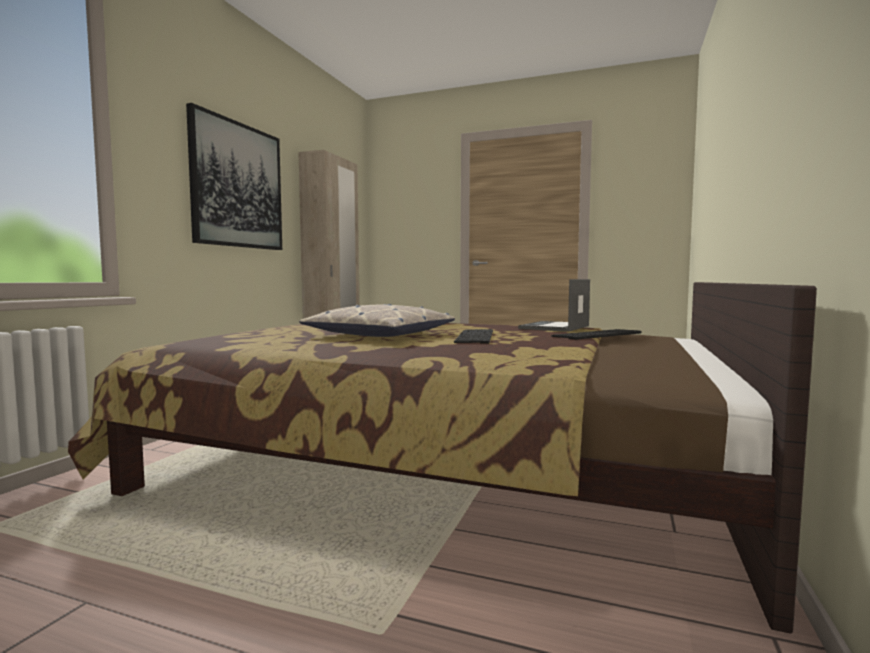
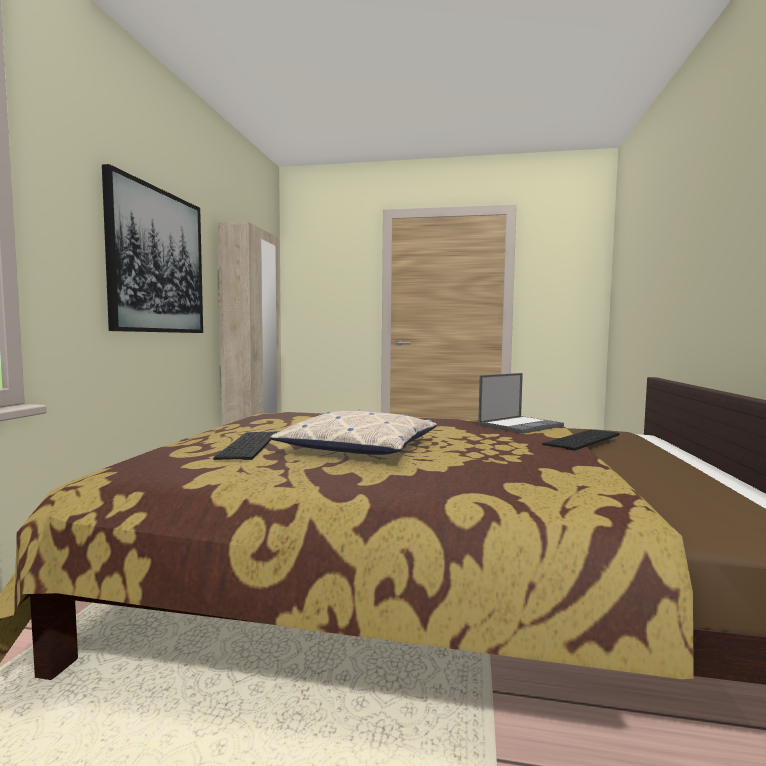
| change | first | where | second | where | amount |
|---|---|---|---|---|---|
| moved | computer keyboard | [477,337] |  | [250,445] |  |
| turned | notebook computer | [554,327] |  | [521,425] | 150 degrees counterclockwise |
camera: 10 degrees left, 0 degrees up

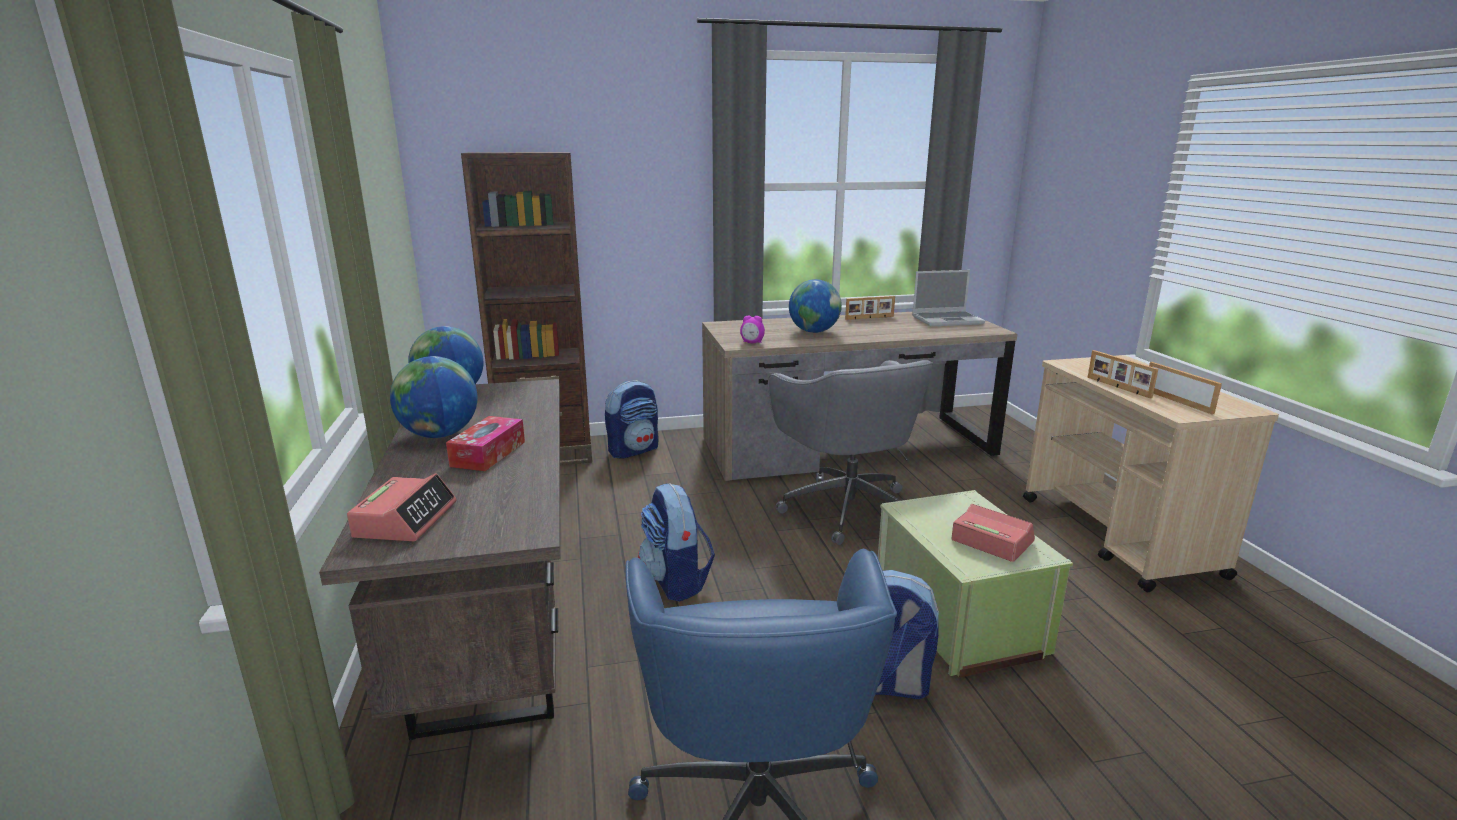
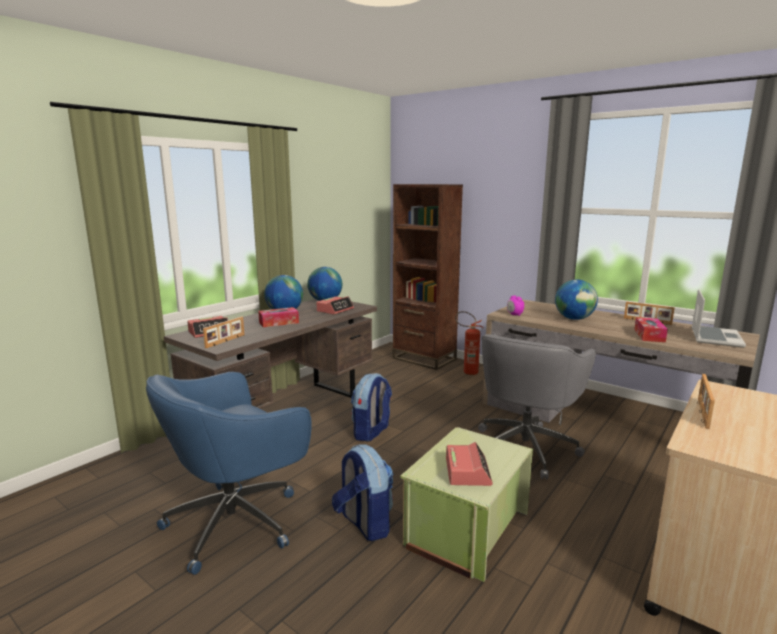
| change | first | where | second | where | amount |
|---|---|---|---|---|---|
| replaced | backpack | [634,450] | fire-fighting cylinder | [467,372] |  |
| turned | notebook computer | [947,320] |  | [715,337] | 105 degrees counterclockwise |
| moved | photo frame | [1178,401] |  | [226,341] |  |
| added |  |  | bedside clock | [335,310] |  |
| added |  |  | tissue holder | [649,335] |  |
camera: 50 degrees right, 5 degrees down

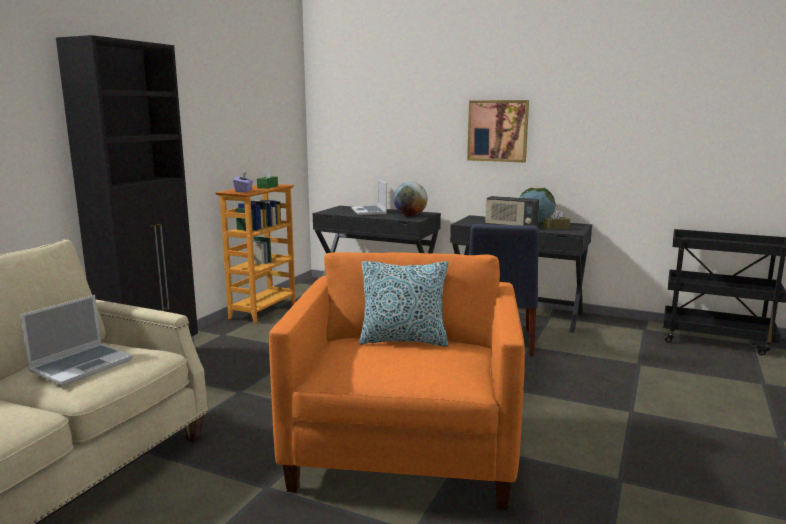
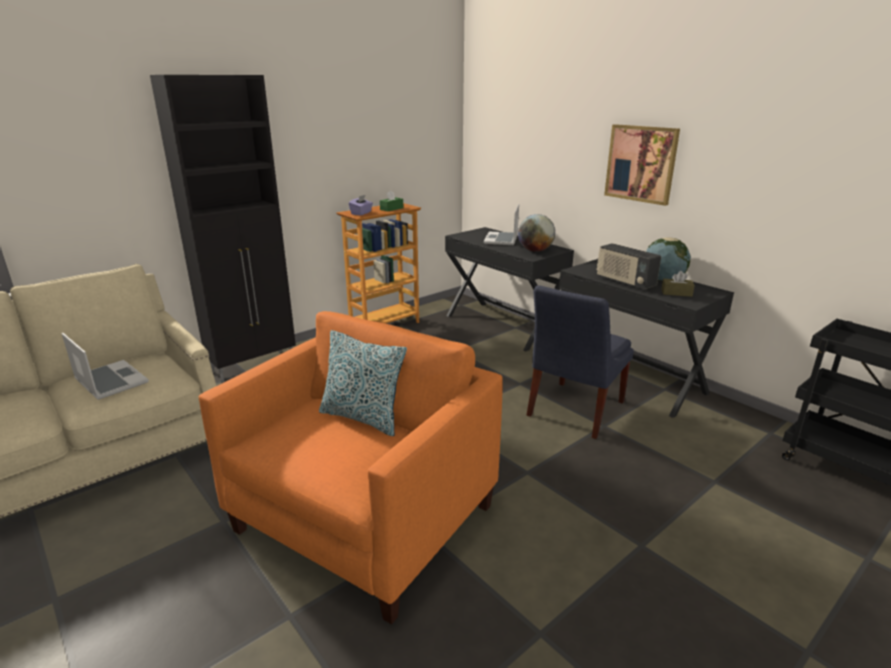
| change | first | where | second | where | amount |
|---|---|---|---|---|---|
| turned | notebook computer | [82,365] |  | [109,381] | 105 degrees counterclockwise |
camera: 25 degrees right, 10 degrees up

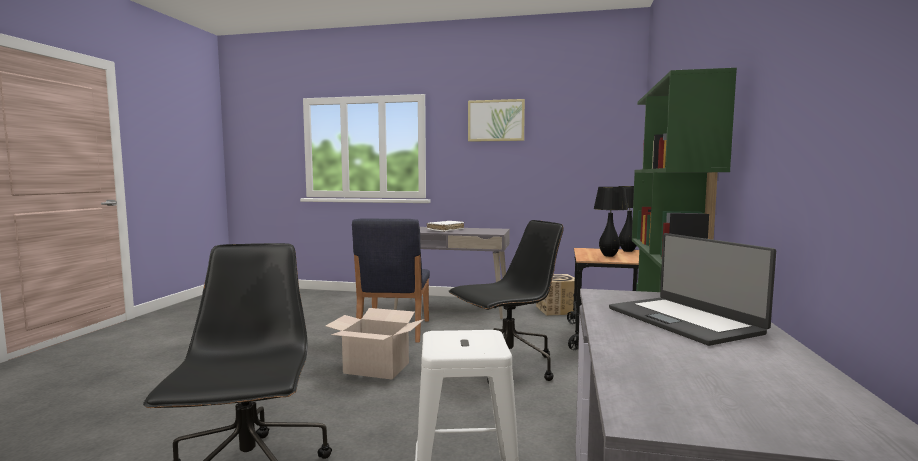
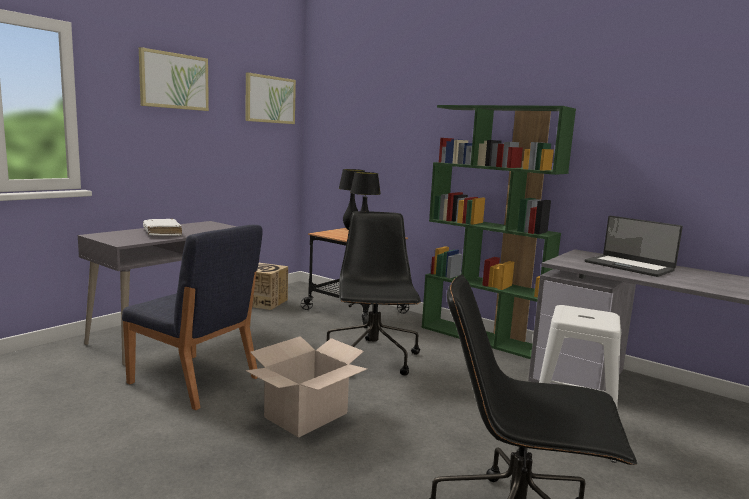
| change | first | where | second | where | amount |
|---|---|---|---|---|---|
| turned | notebook computer | [684,320] |  | [629,266] | 45 degrees clockwise |
| added |  |  | picture | [270,99] |  |
camera: 65 degrees left, 5 degrees up

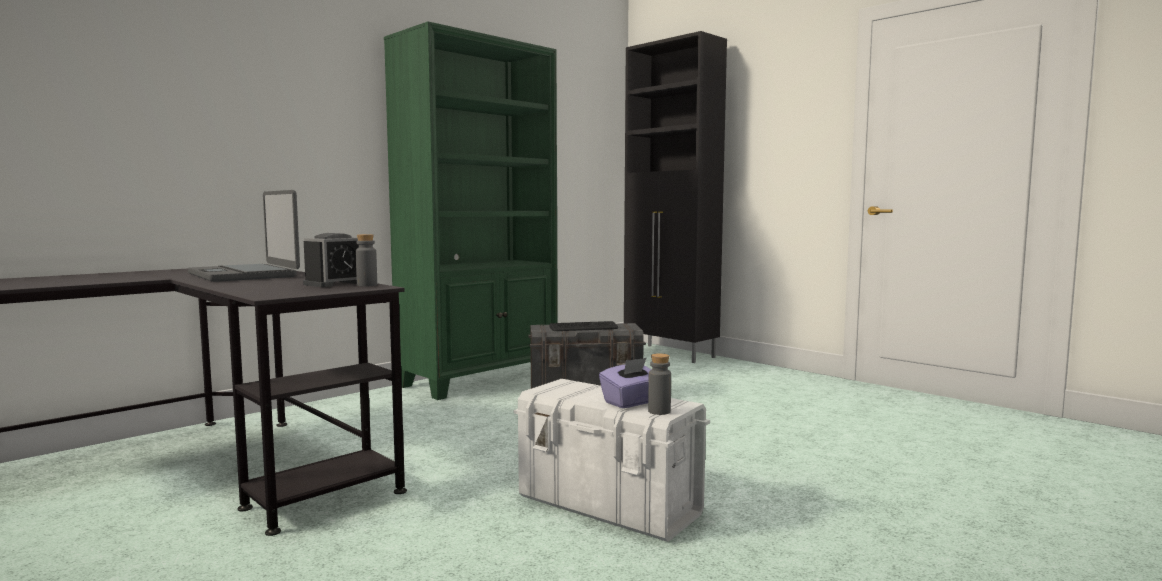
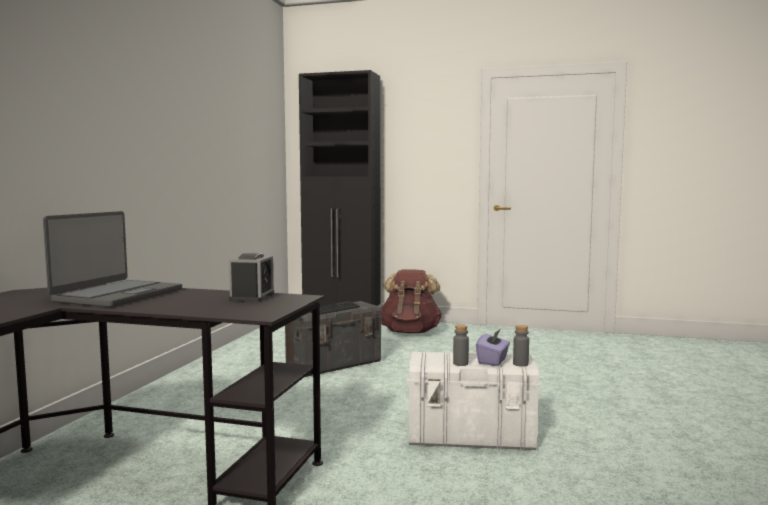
| change | first | where | second | where | amount |
|---|---|---|---|---|---|
| turned | notebook computer | [244,275] |  | [117,295] | 90 degrees counterclockwise |
| moved | greyish drink bottle | [367,285] |  | [460,363] |  |
| removed | greenish shelving unit | [480,380] |  |  |  |
| added |  |  | brown-coloured backpack | [410,332] |  |
camera: 30 degrees left, 0 degrees up

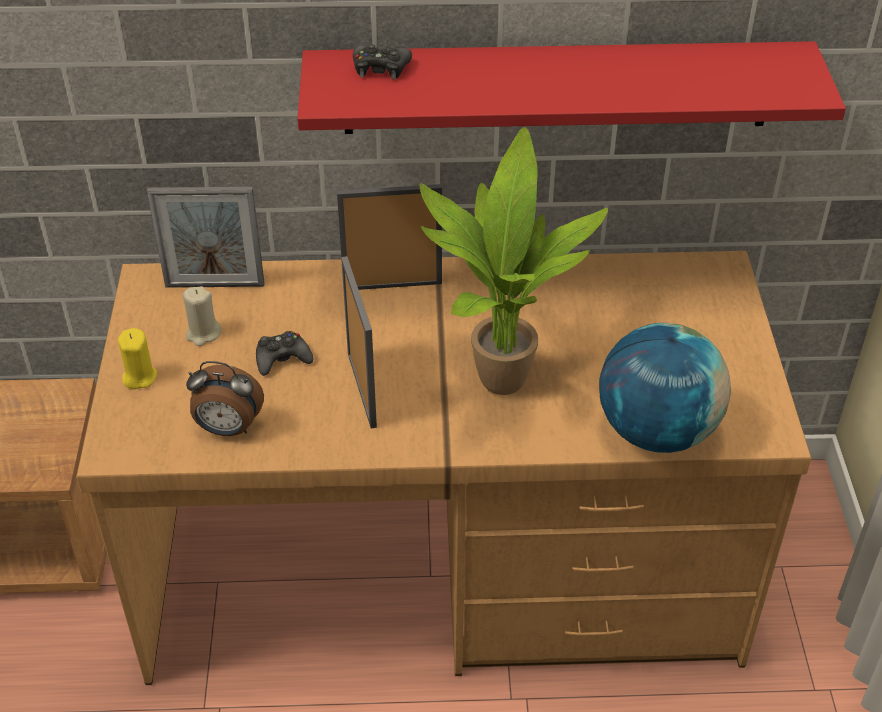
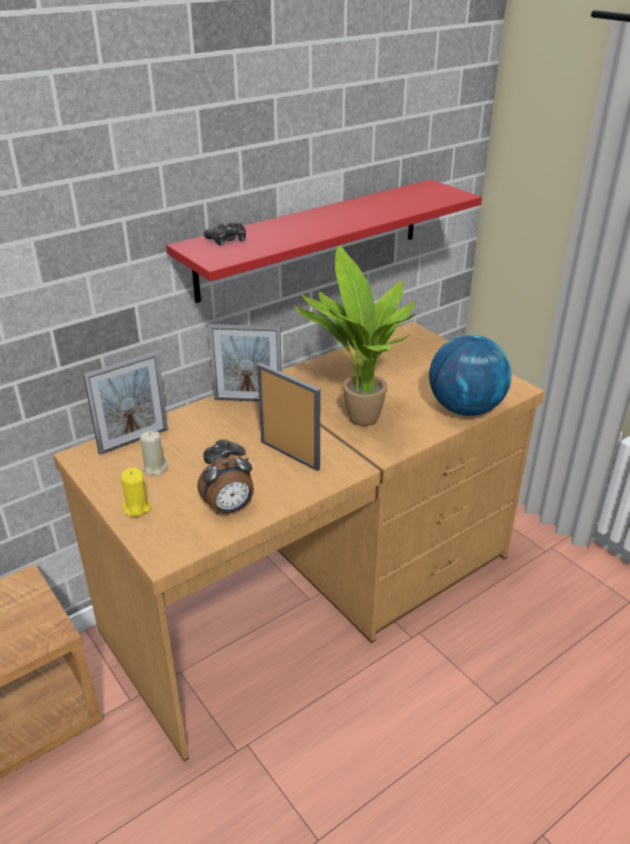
| change | first | where | second | where | amount |
|---|---|---|---|---|---|
| turned | photo frame | [392,285] |  | [248,400] | 135 degrees counterclockwise |
camera: 35 degrees left, 10 degrees down

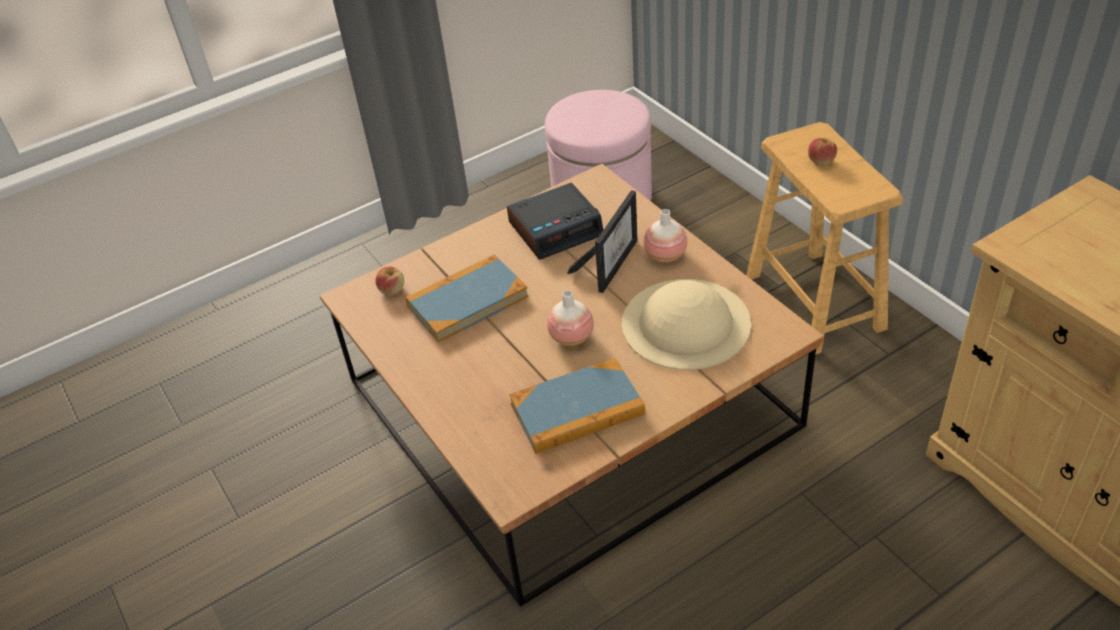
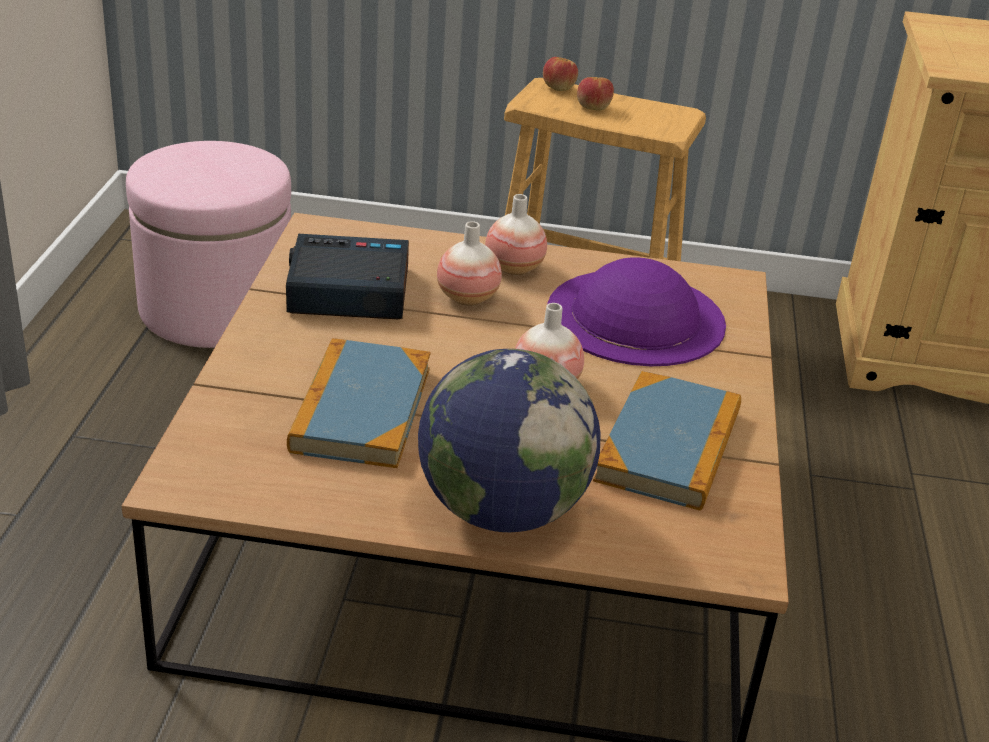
| change | first | where | second | where | amount |
|---|---|---|---|---|---|
| moved | apple fruit | [392,289] |  | [558,87] |  |
| turned | bedside clock | [556,228] |  | [347,292] | 105 degrees counterclockwise |
| replaced | photo frame | [611,262] | flower vase | [467,298] |  |
| recoloured | sand-coloured clothing hat | [685,323] | purple clothing hat | [635,316] |  |
| added |  |  | desk globe | [502,510] |  |
camera: 55 degrees left, 10 degrees down

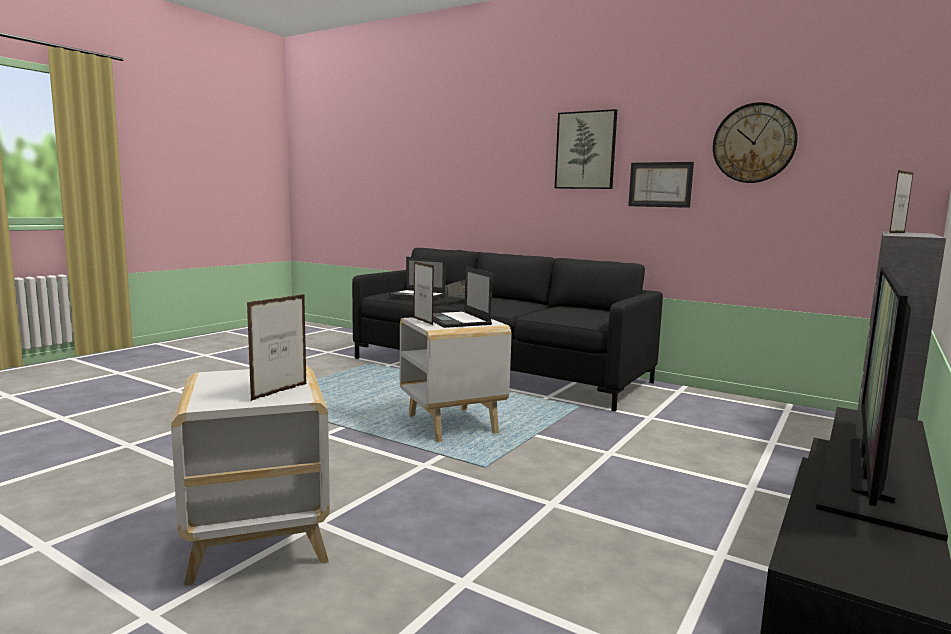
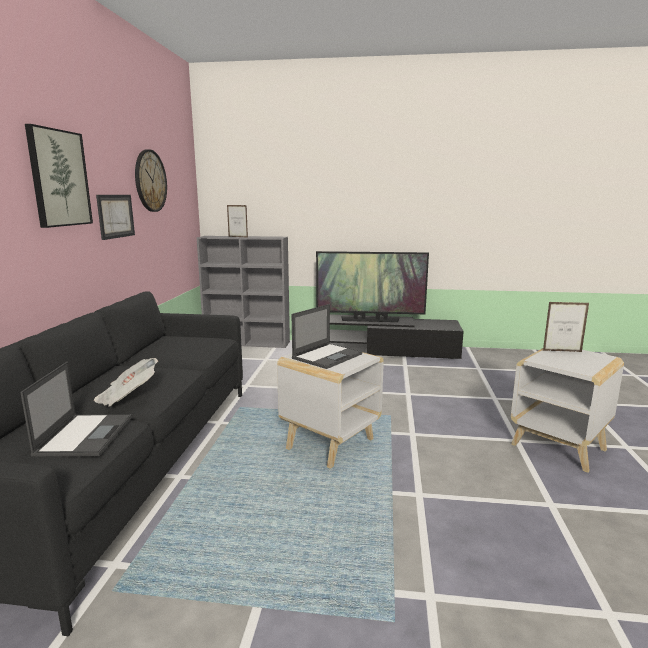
| change | first | where | second | where | amount |
|---|---|---|---|---|---|
| removed | photo frame | [423,321] |  |  |  |
camera: 115 degrees left, 5 degrees up

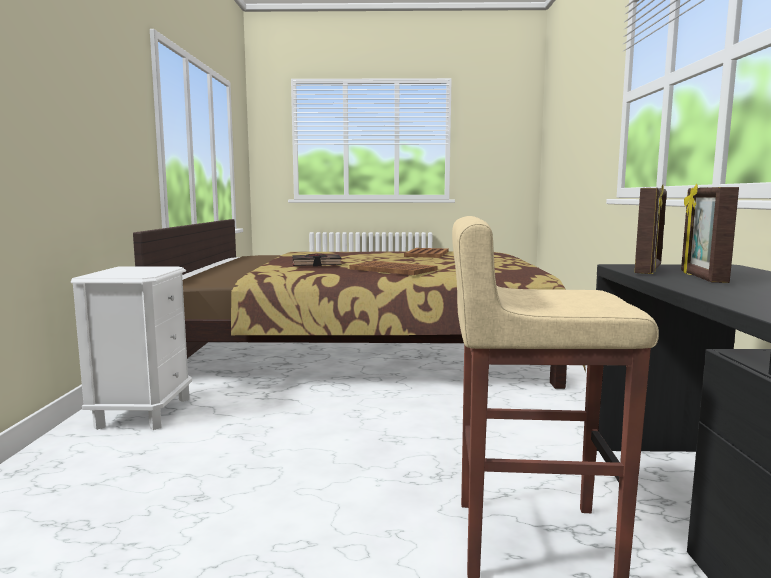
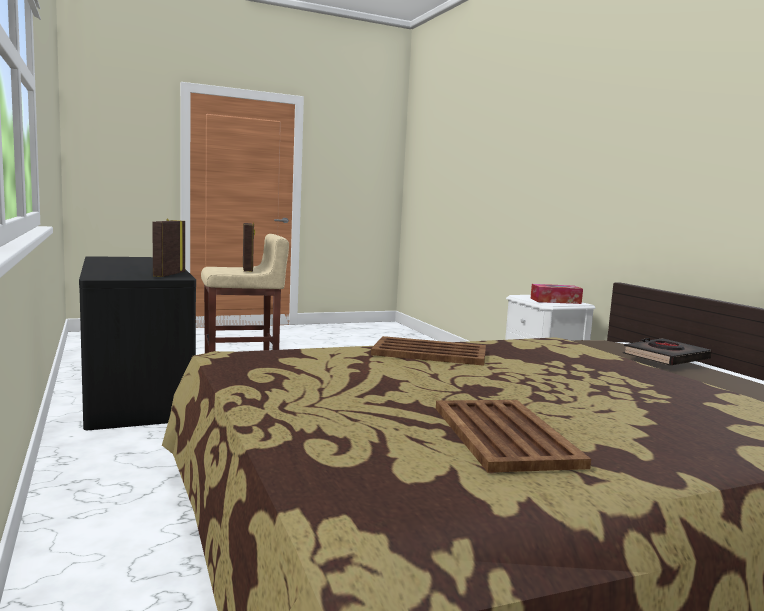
| change | first | where | second | where | amount |
|---|---|---|---|---|---|
| moved | blackish volume | [316,264] |  | [665,357] |  |
| moved | photo frame | [701,277] |  | [248,269] |  |
| added |  |  | tissue holder | [555,301] |  |
camera: 155 degrees right, 0 degrees up

